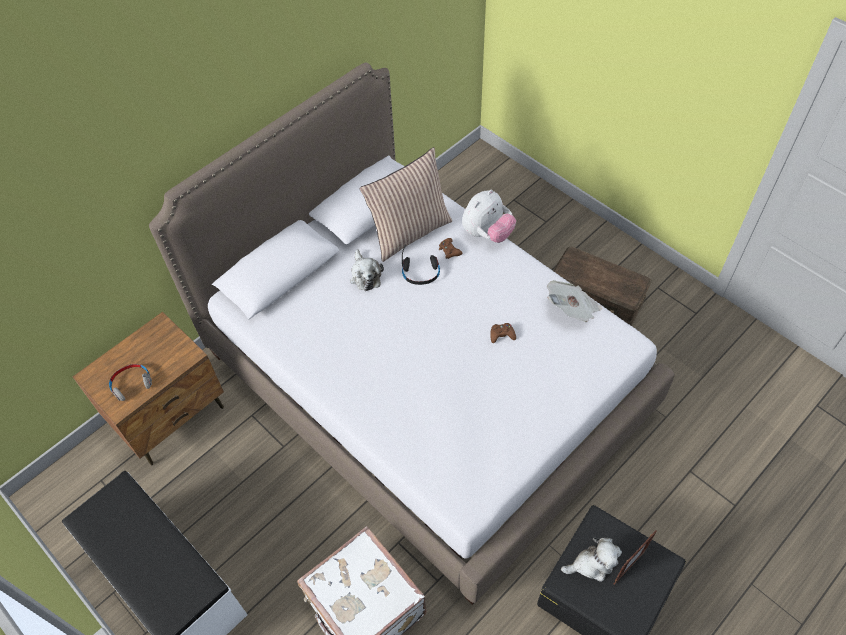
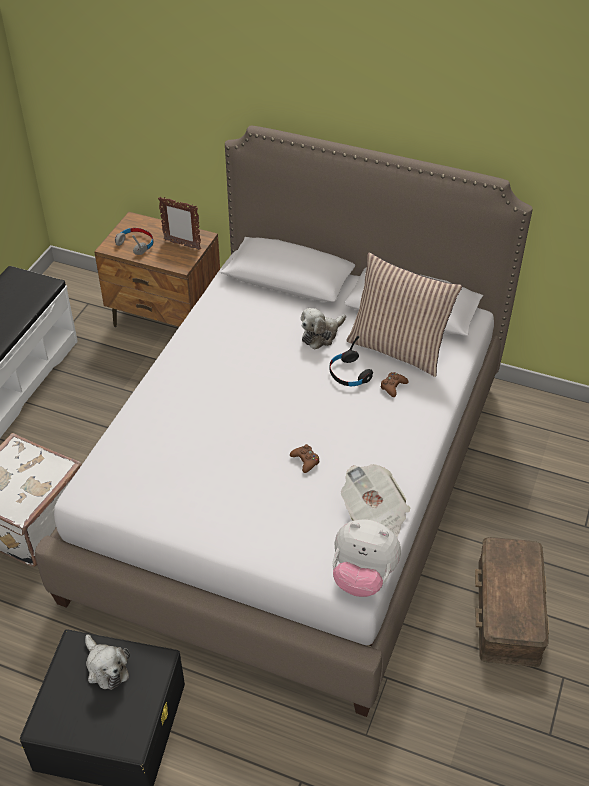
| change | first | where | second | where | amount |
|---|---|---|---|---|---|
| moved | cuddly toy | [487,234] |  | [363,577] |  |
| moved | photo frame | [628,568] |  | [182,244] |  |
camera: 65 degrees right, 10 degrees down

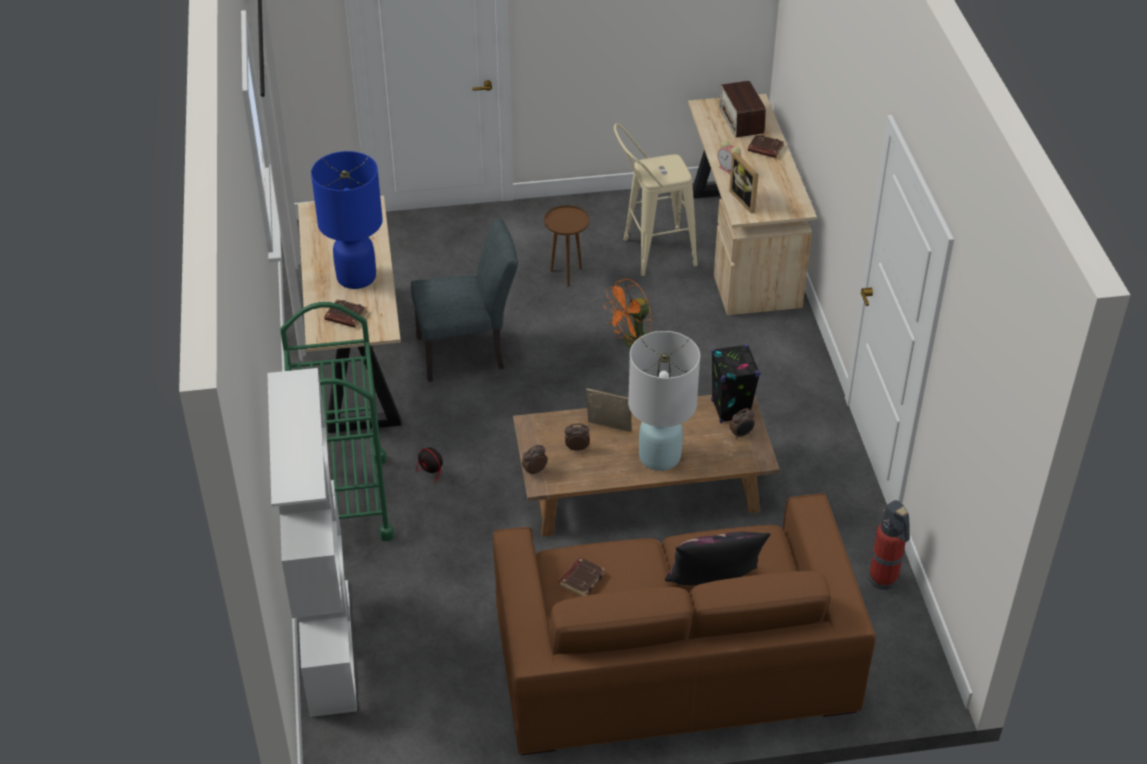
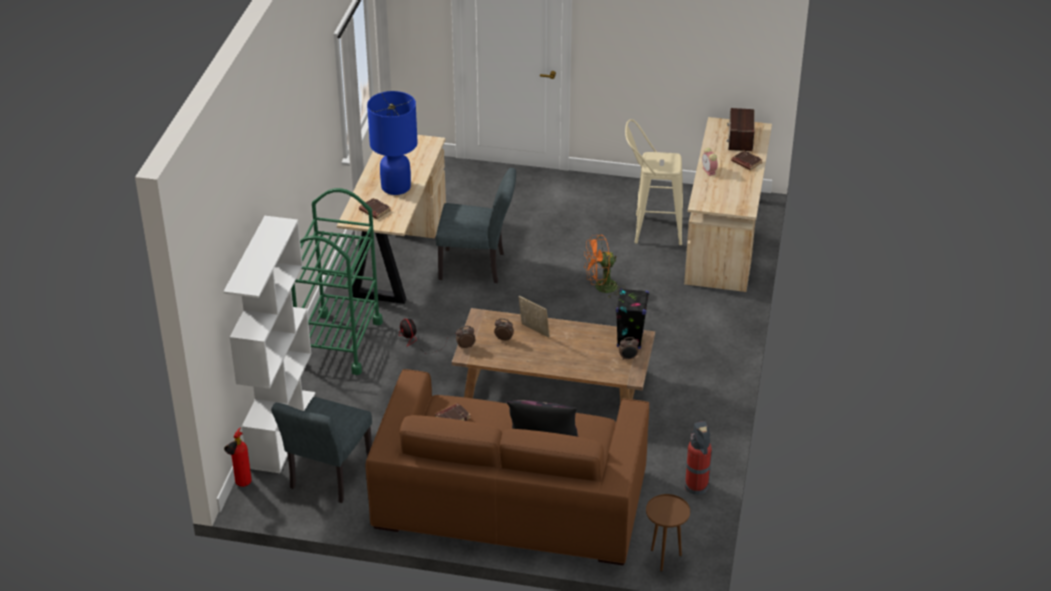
| change | first | where | second | where | amount |
|---|---|---|---|---|---|
| moved | brown-coloured end table | [566,275] |  | [664,558] |  |
| removed | white tabletop lamp | [660,456] |  |  |  |
| removed | photo frame | [746,200] |  |  |  |
| added |  |  | fire-fighting cylinder | [241,485] |  |
| added |  |  | greyish plain chair | [327,478] |  |
camera: 20 degrees right, 5 degrees down

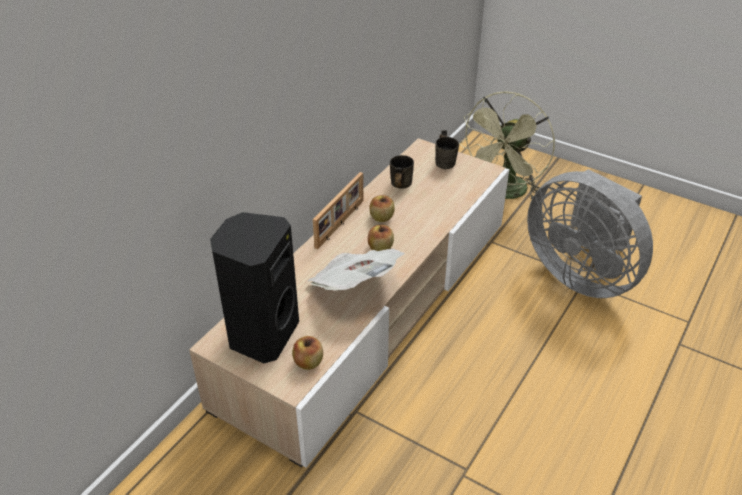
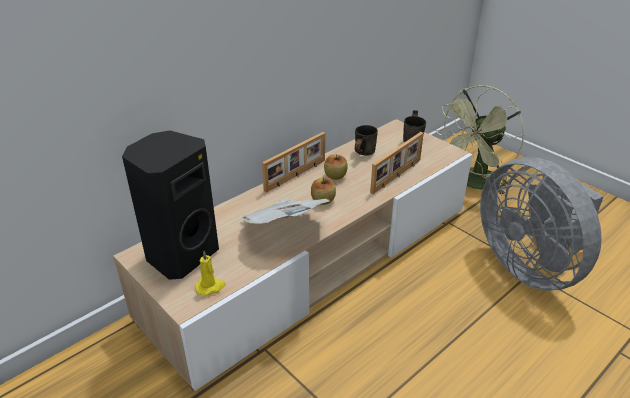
| change | first | where | second | where | amount |
|---|---|---|---|---|---|
| replaced | apple fruit | [308,362] | yellowish wax candle | [210,287] |  |
| added |  |  | photo frame | [397,176] |  |
camera: 15 degrees right, 5 degrees down

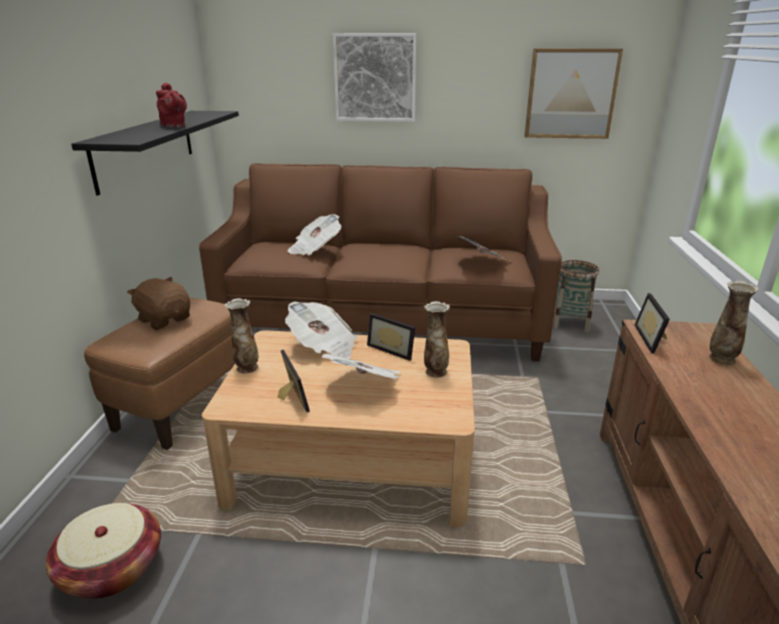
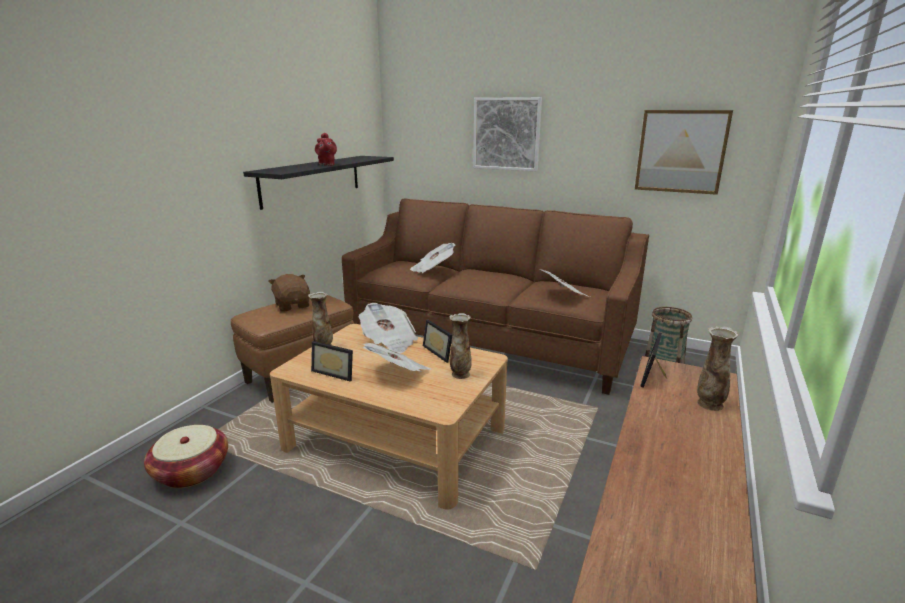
| change | first | where | second | where | amount |
|---|---|---|---|---|---|
| turned | photo frame | [289,398] |  | [336,372] | 120 degrees clockwise |
camera: 20 degrees right, 5 degrees down

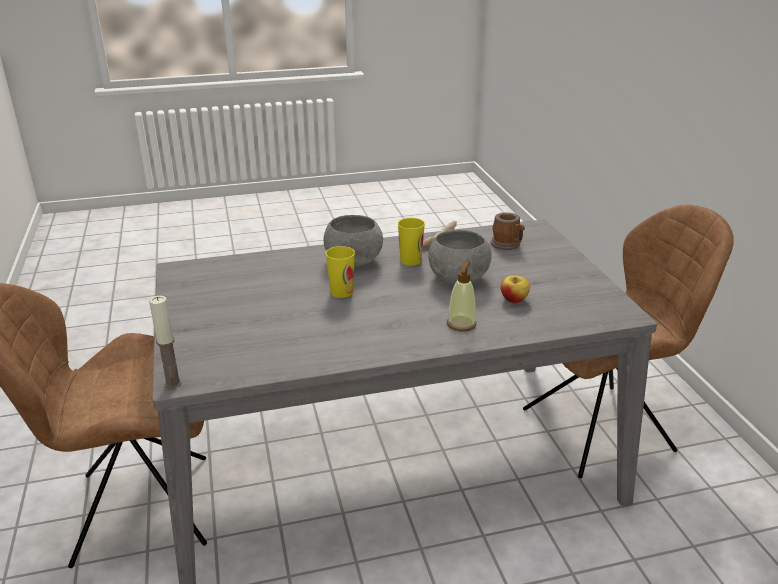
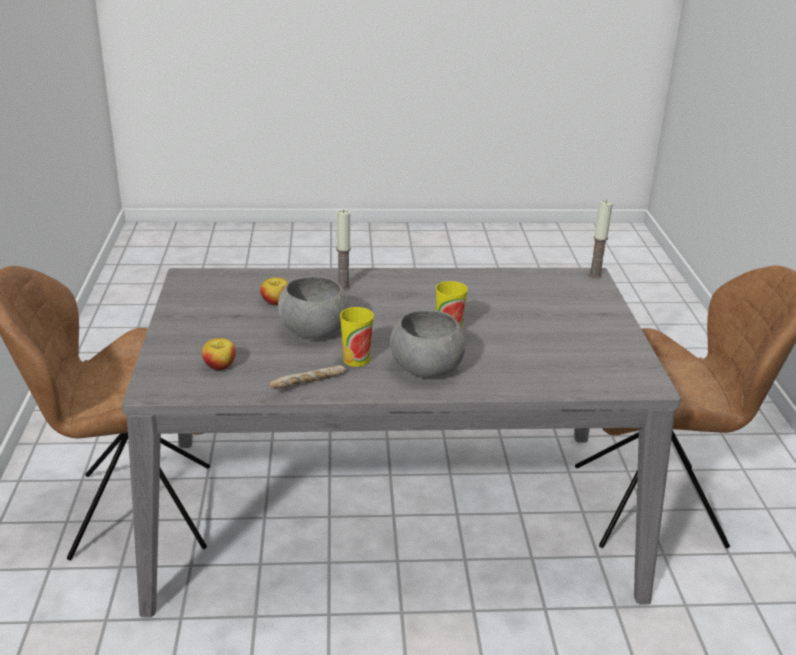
| change | first | where | second | where | amount |
|---|---|---|---|---|---|
| replaced | liquid soap bottle | [461,324] | wax candle | [343,287] |  |
| replaced | mug | [508,245] | apple fruit | [219,366] |  |
camera: 170 degrees left, 0 degrees up

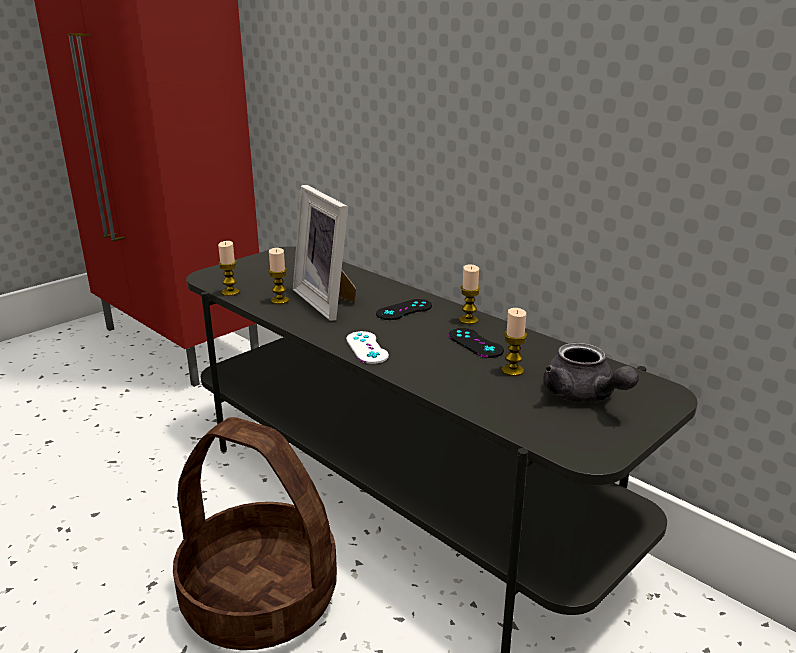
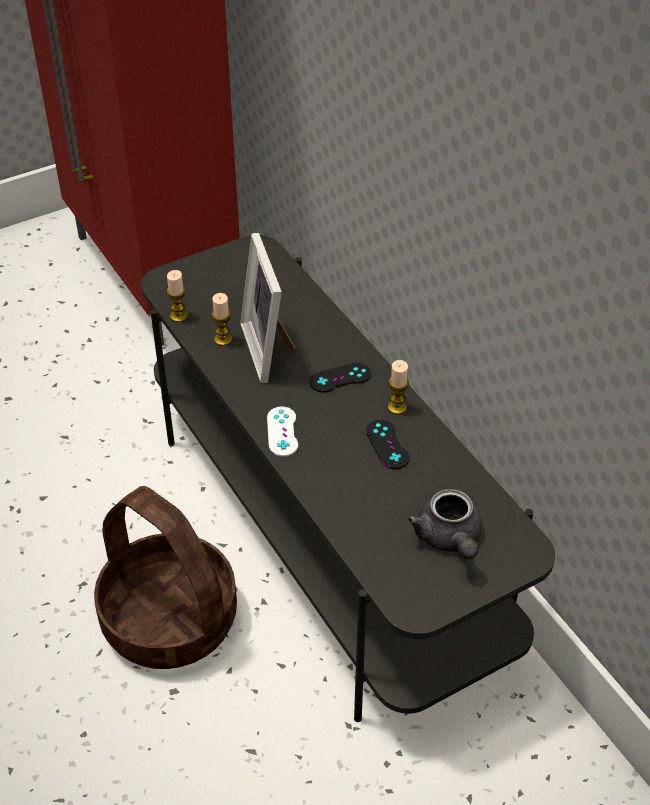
| change | first | where | second | where | amount |
|---|---|---|---|---|---|
| removed | wax candle | [512,371] |  |  |  |
camera: 15 degrees right, 20 degrees up

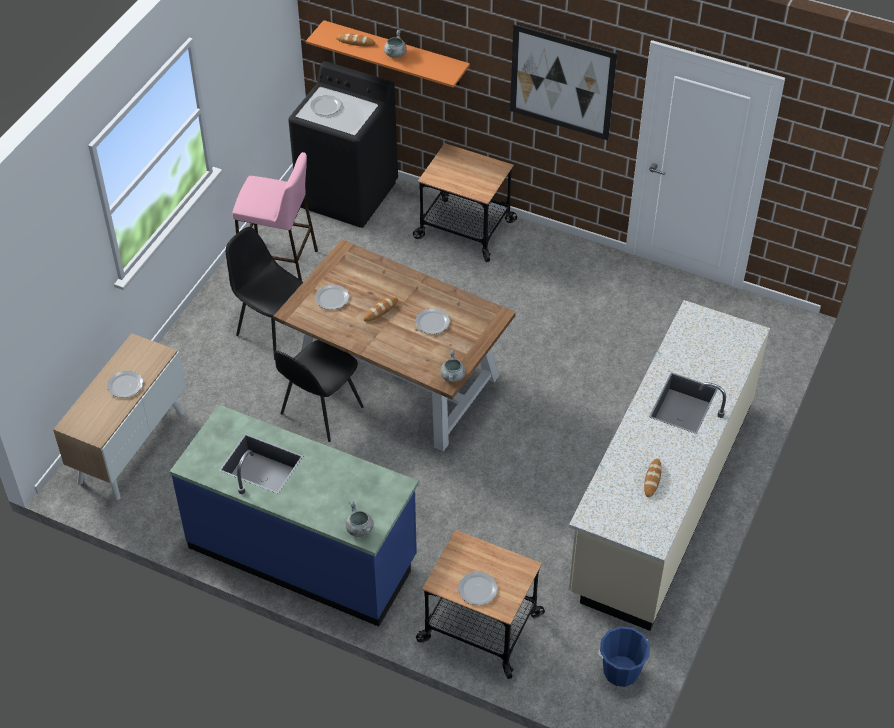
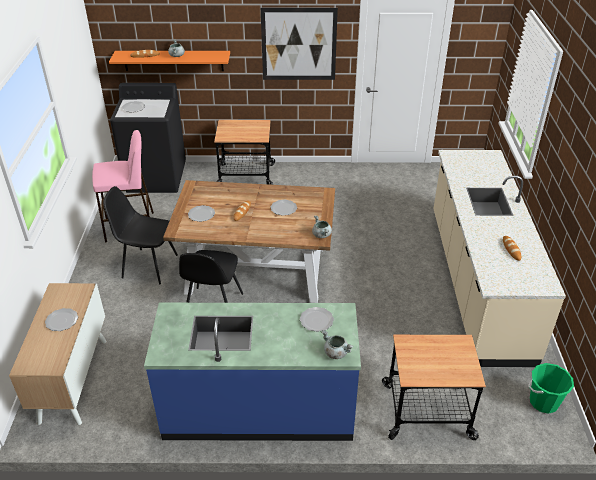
| change | first | where | second | where | amount |
|---|---|---|---|---|---|
| moved | flat dish | [477,589] |  | [316,320] |  |
| recoloured | blue bucket | [621,671] | greenish bucket | [543,402] |  |
camera: 25 degrees left, 10 degrees down

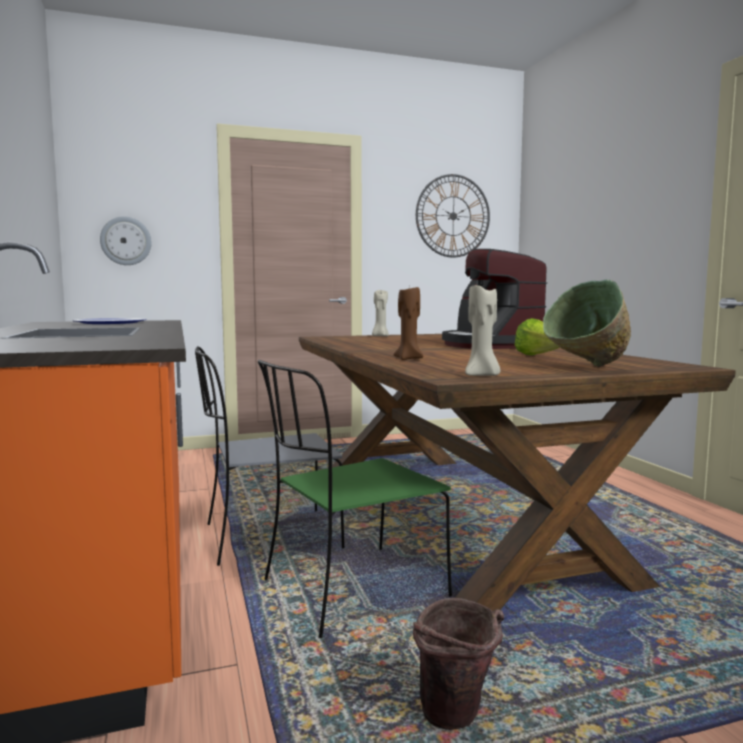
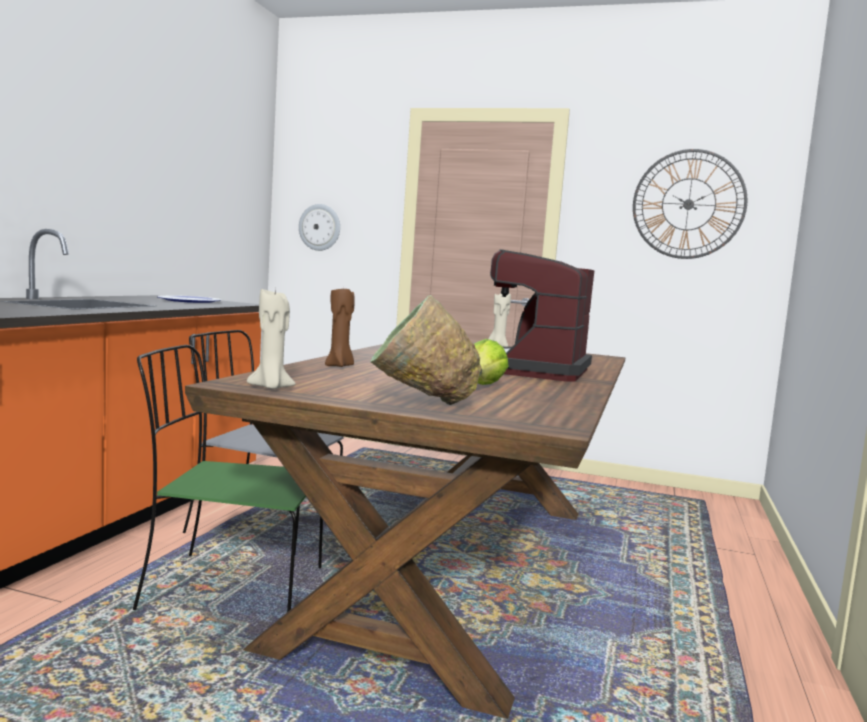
| change | first | where | second | where | amount |
|---|---|---|---|---|---|
| removed | brown-coloured bucket | [457,720] |  |  |  |
camera: 35 degrees right, 0 degrees up

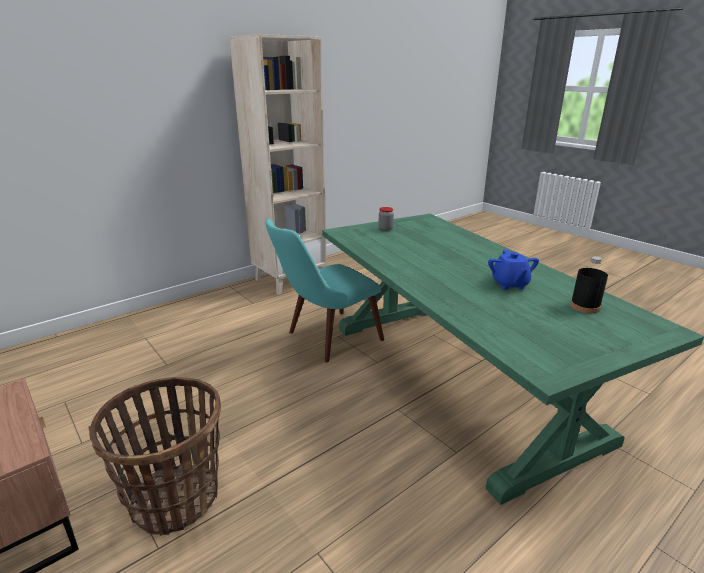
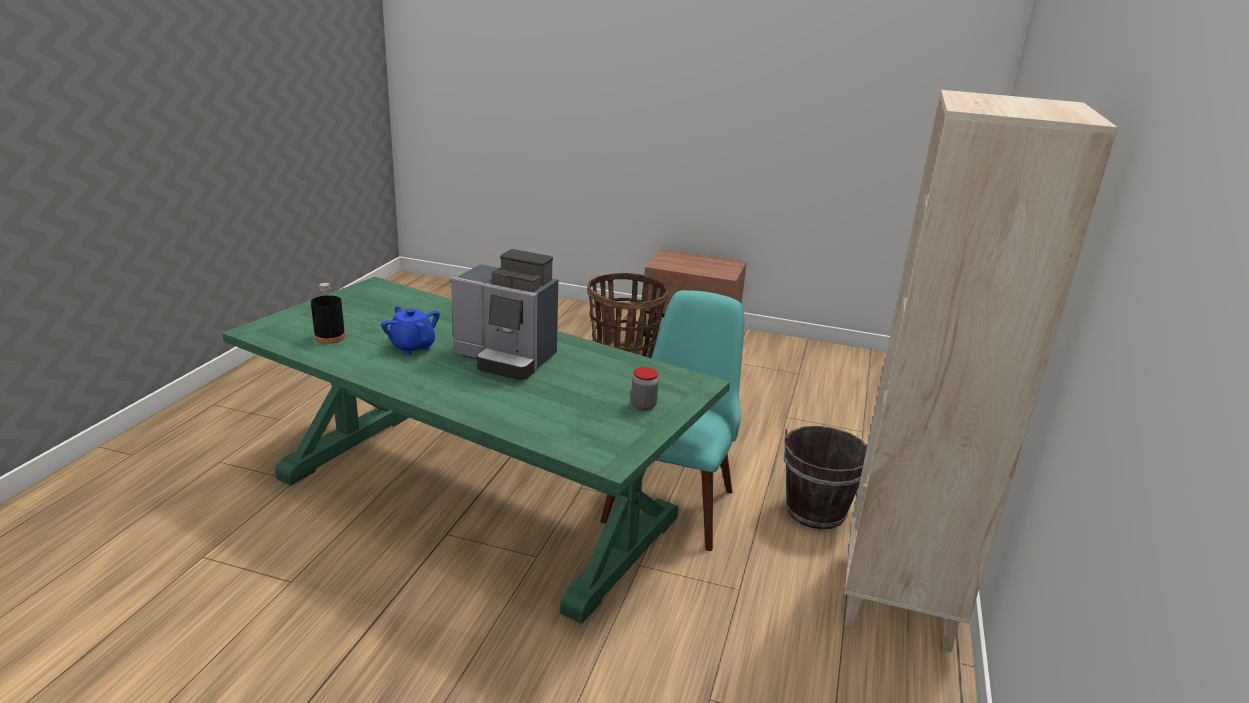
| change | first | where | second | where | amount |
|---|---|---|---|---|---|
| added |  |  | coffee maker | [506,359] |  |
| added |  |  | brown-coloured bucket | [815,512] |  |
camera: 145 degrees right, 0 degrees up

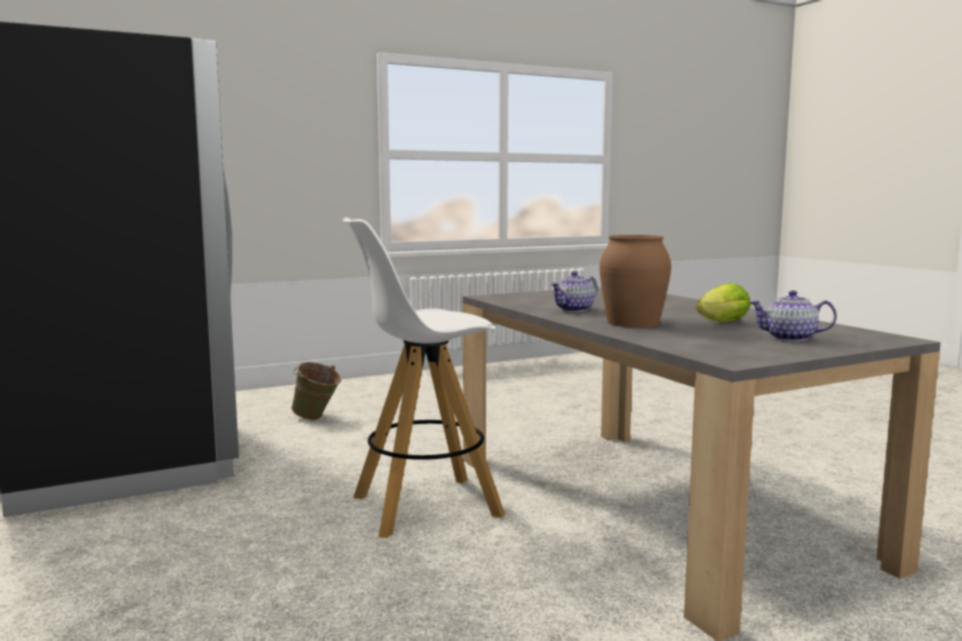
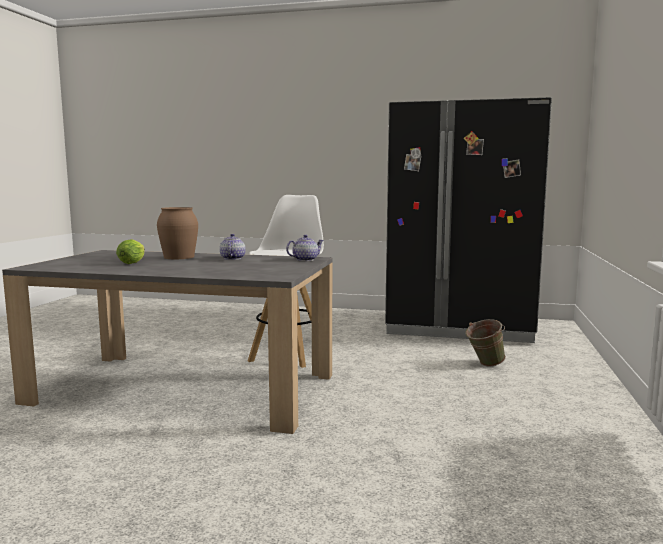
| change | first | where | second | where | amount |
|---|---|---|---|---|---|
| moved | pot for tea | [789,338] |  | [305,259] |  |
camera: 130 degrees right, 0 degrees up

